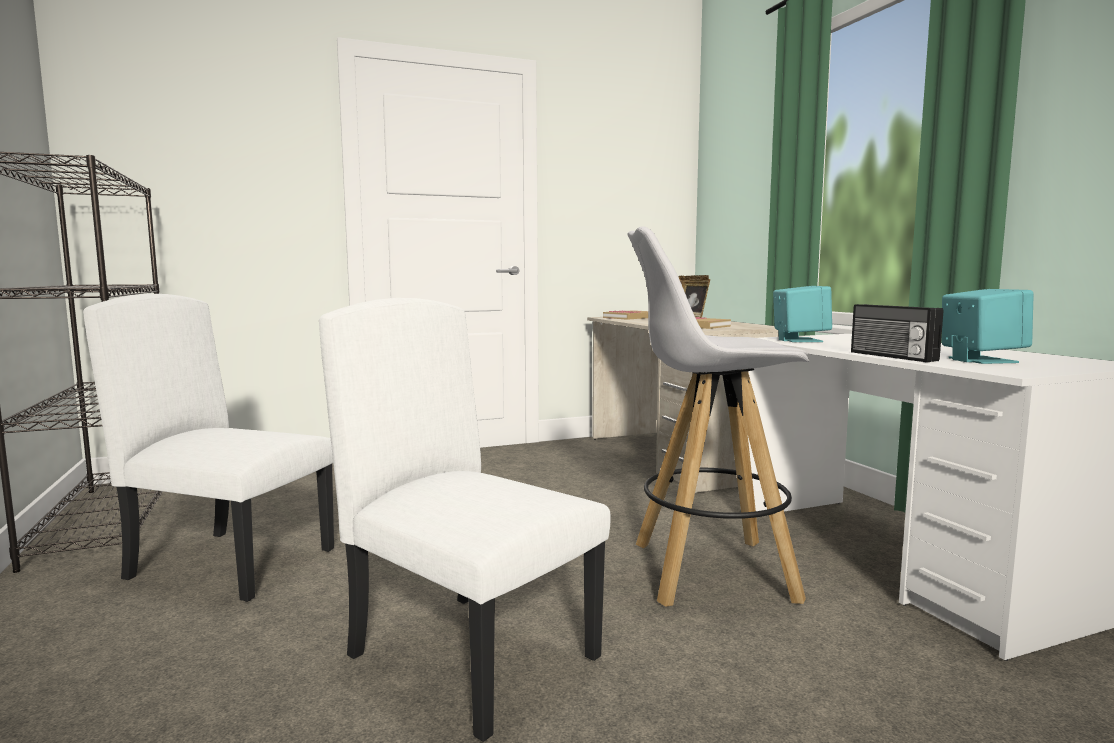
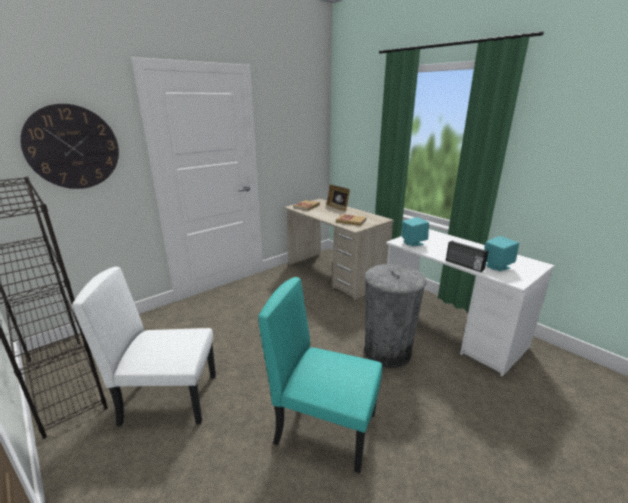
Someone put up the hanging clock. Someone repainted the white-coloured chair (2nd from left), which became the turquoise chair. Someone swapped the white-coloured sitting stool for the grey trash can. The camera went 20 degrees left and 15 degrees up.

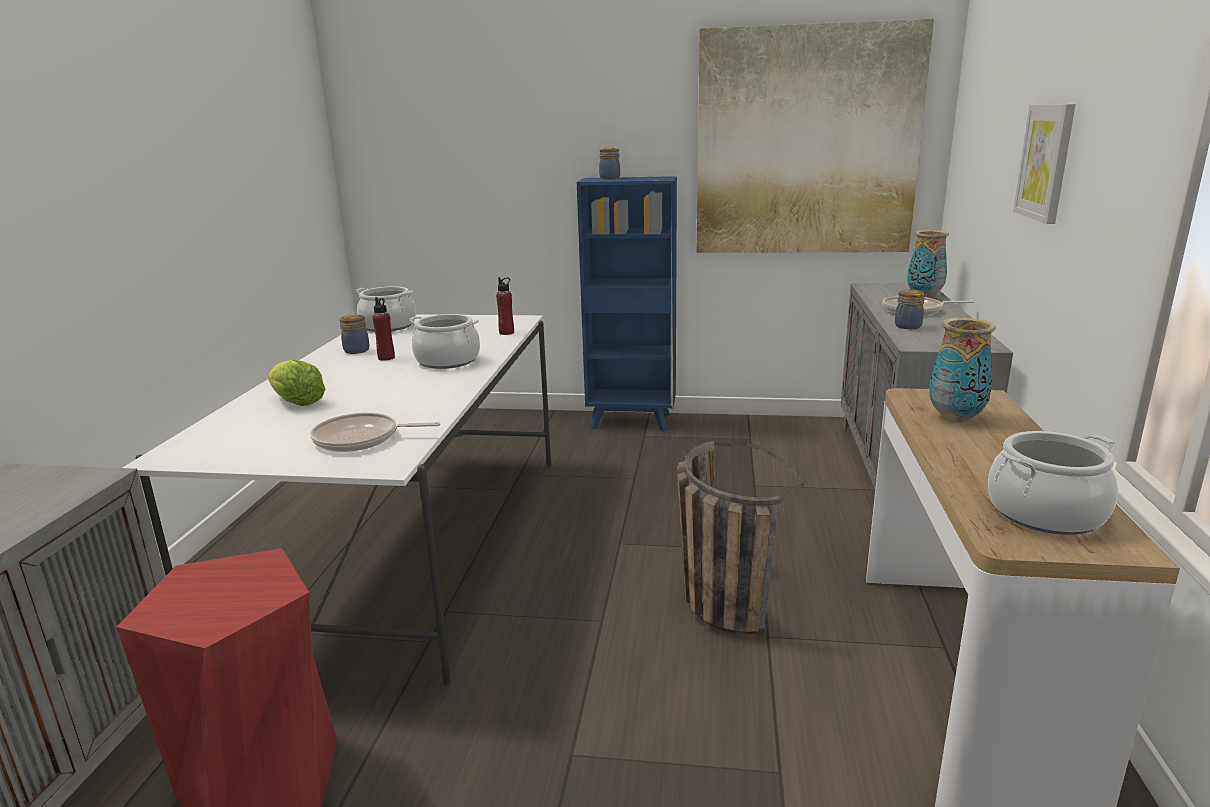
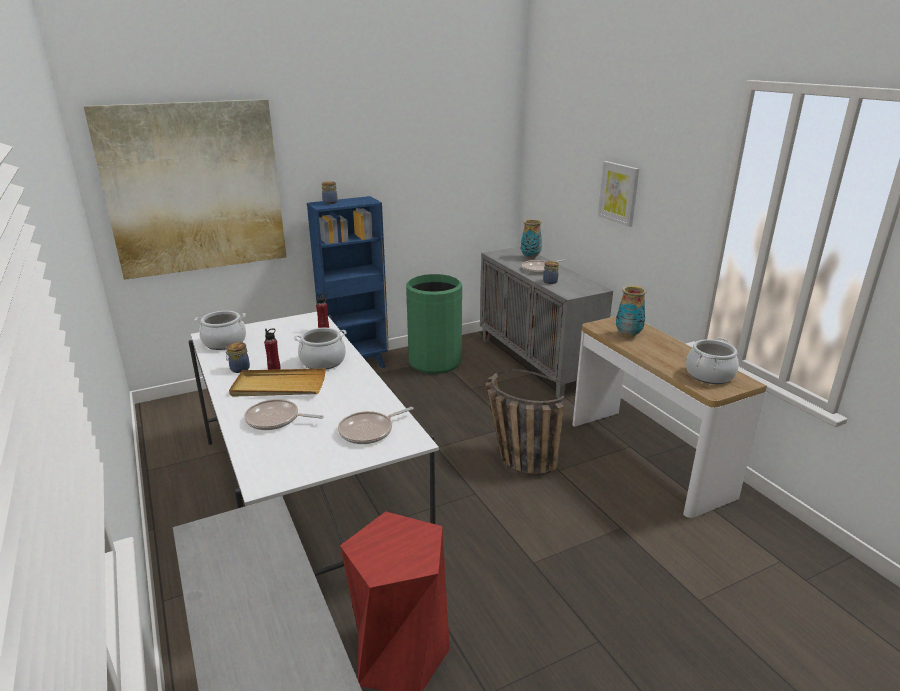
Someone carried the picture (1st from left). Someone put down the sand-coloured carrying tray. Someone swapped the lettuce for the pan (1st from left). Someone put down the green trash can. The camera went 35 degrees left and 5 degrees up.

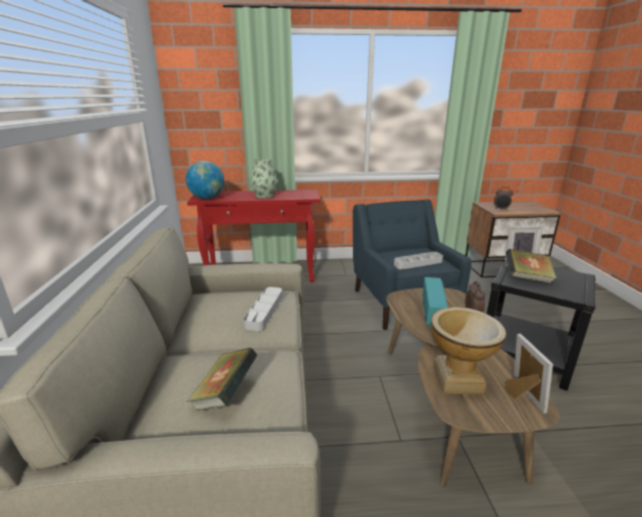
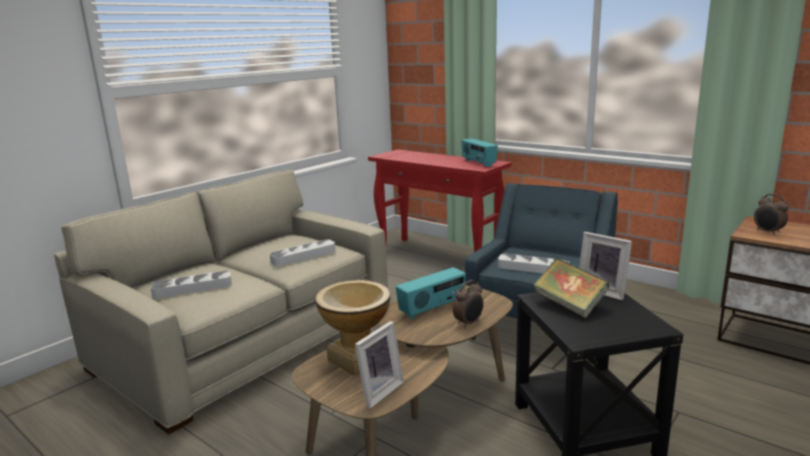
Someone swapped the book (1st from left) for the grey carrying tray (1st from left). Someone put down the radio set (2nd from left). Someone took away the world globe. Someone took away the decorative vase (1st from left). The camera went 45 degrees right and 5 degrees down.

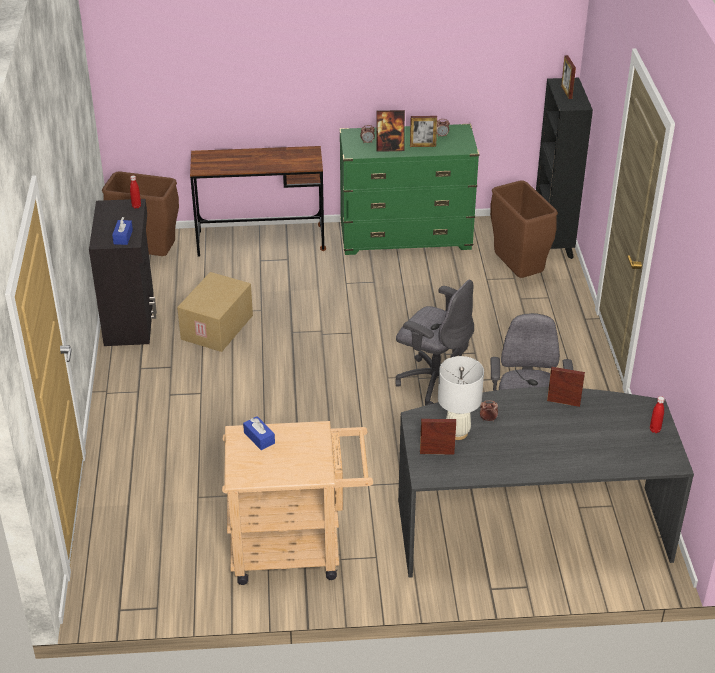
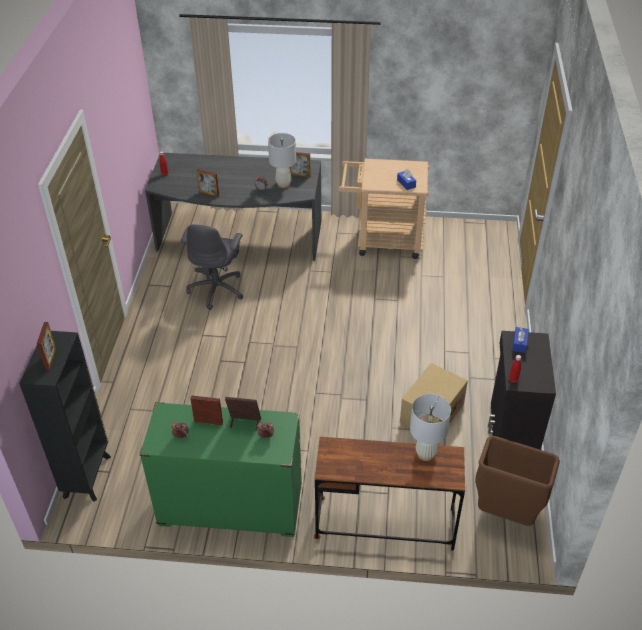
Someone put down the white-coloured table lamp (2nd from left). Someone took away the grey desk chair (1st from left). Someone took away the brownish trash can (2nd from left). The camera went 170 degrees left and 5 degrees up.

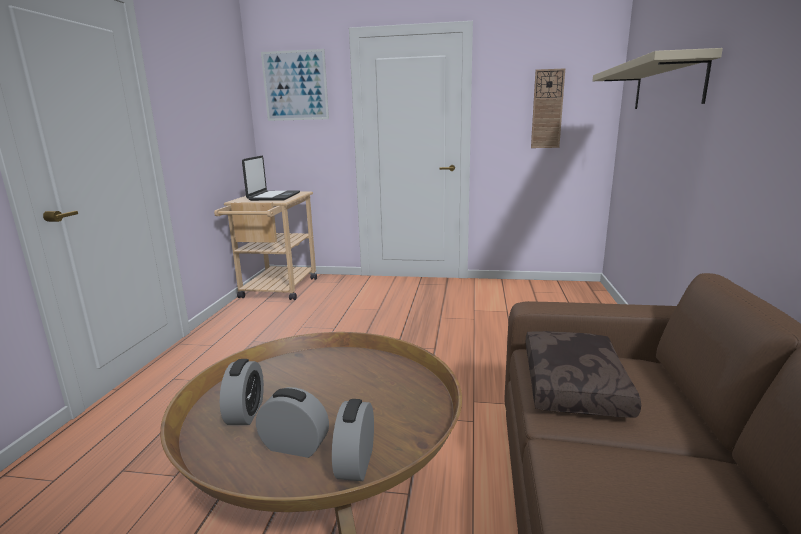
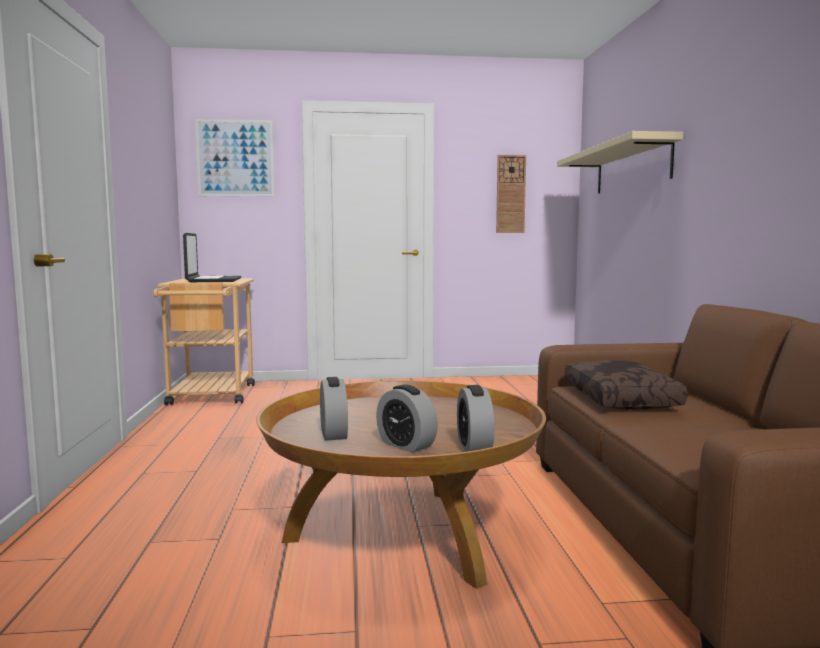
Someone rotated the table clock (2nd from left) by 135 degrees counterclockwise. The camera went 15 degrees left and 10 degrees down.

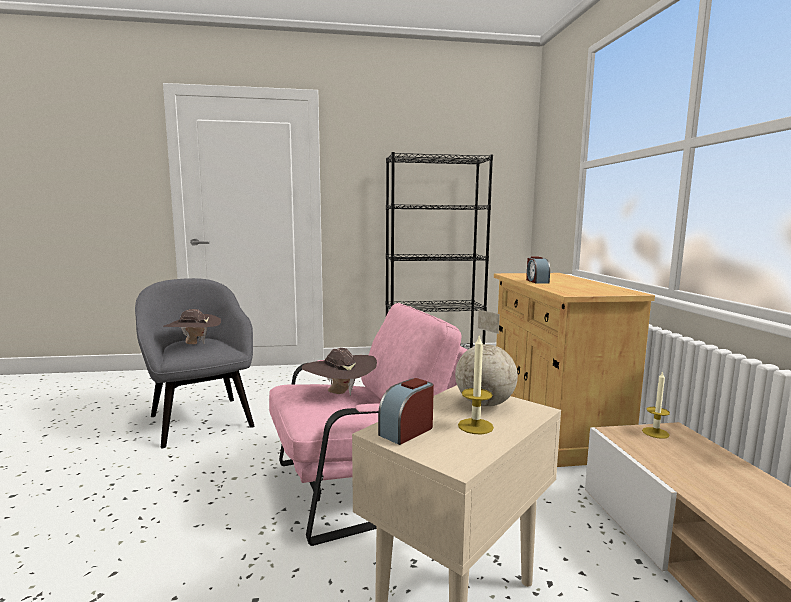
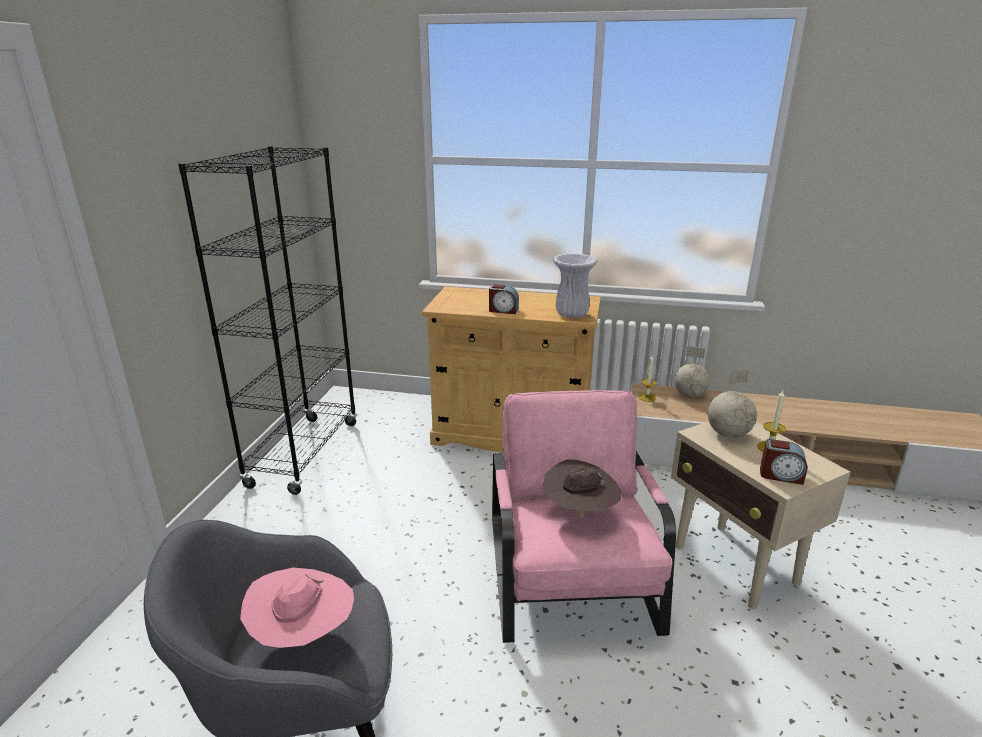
Someone repainted the brownish clothing hat (1st from left), which became the pinkish clothing hat. Someone put down the white-coloured decorative vase. Someone put down the world globe (1st from left). Someone rotated the table clock (1st from left in the first image) by 45 degrees counterclockwise. The camera went 70 degrees left and 15 degrees up.

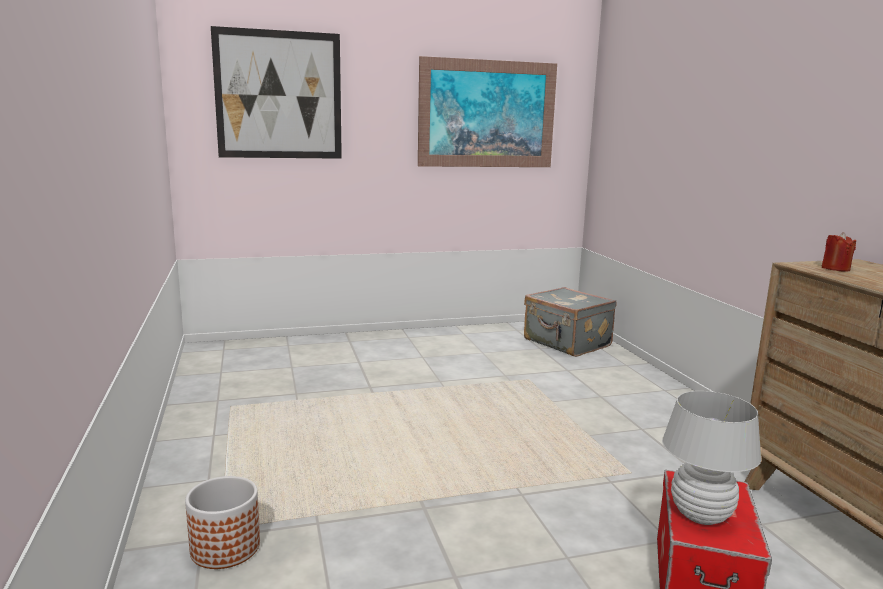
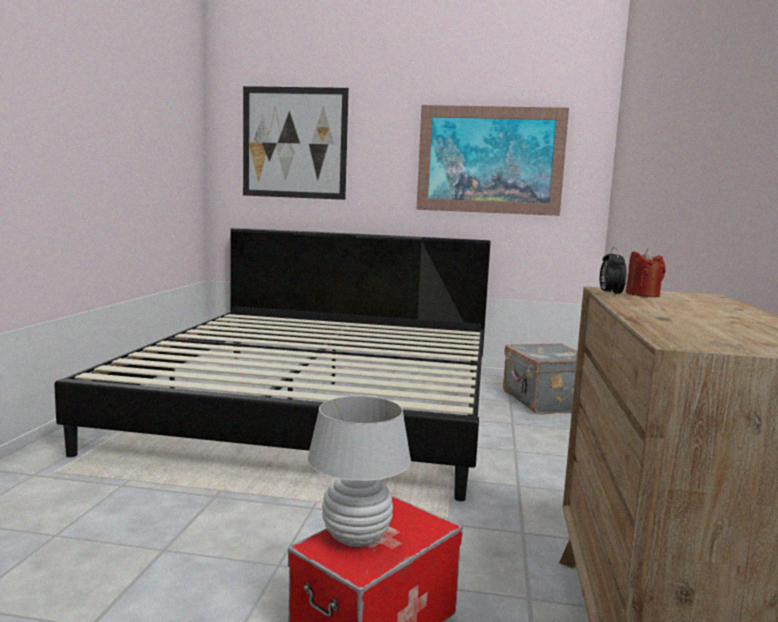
Someone put down the sleeping bed. Someone put down the table clock. Someone took away the flower pot. The camera went 25 degrees right and 5 degrees down.

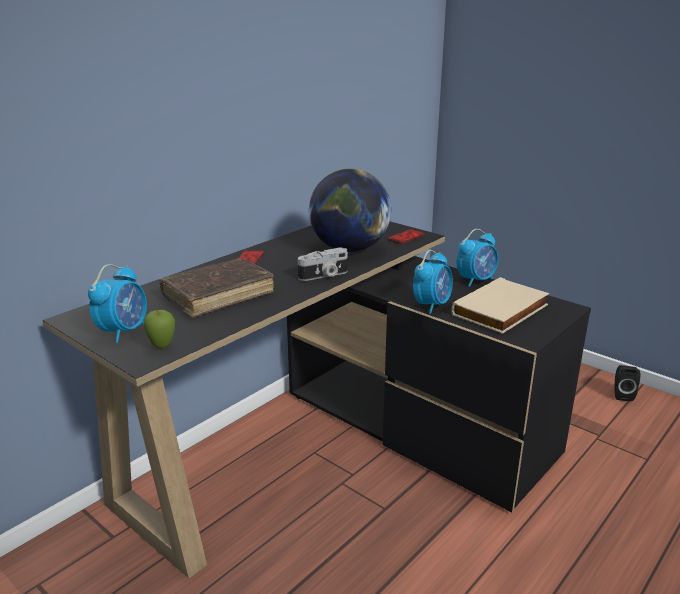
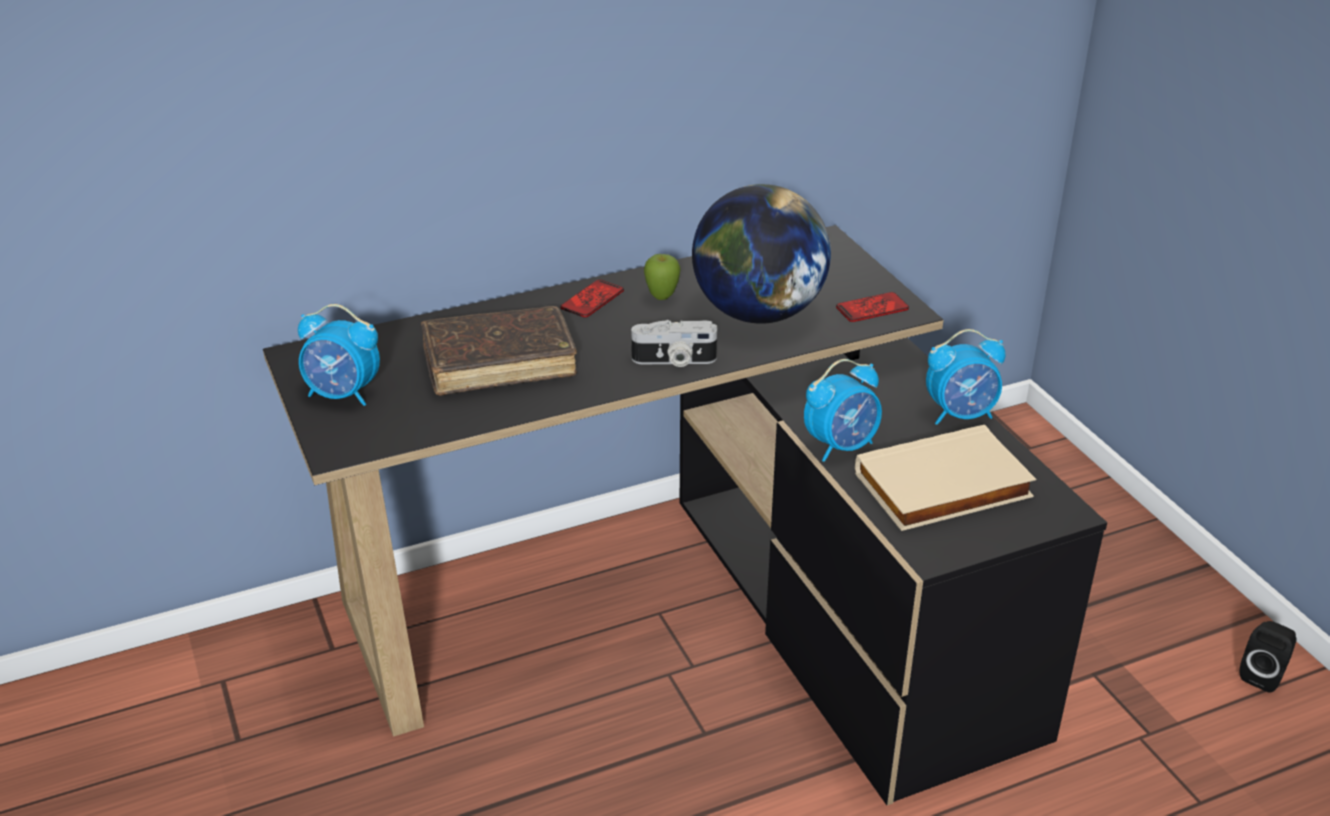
Someone rotated the table clock (1st from left) by 60 degrees clockwise. Someone carried the apple. The camera went 25 degrees right and 10 degrees up.

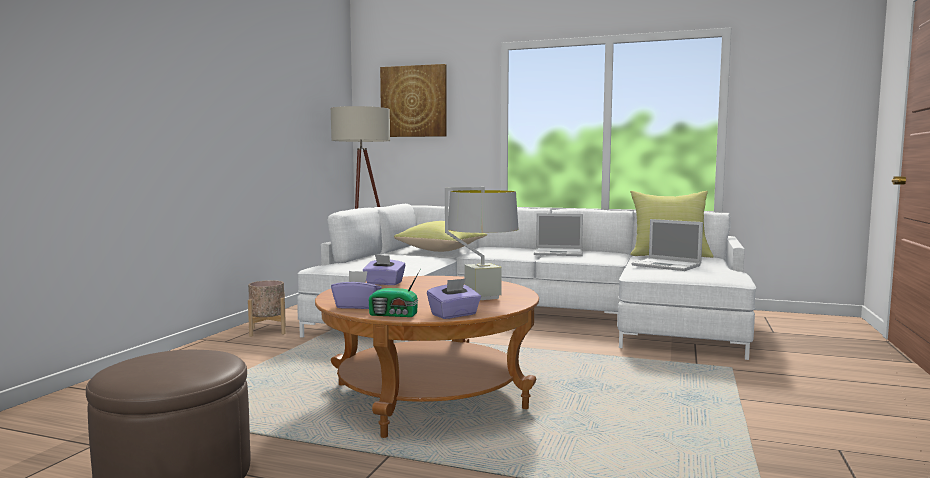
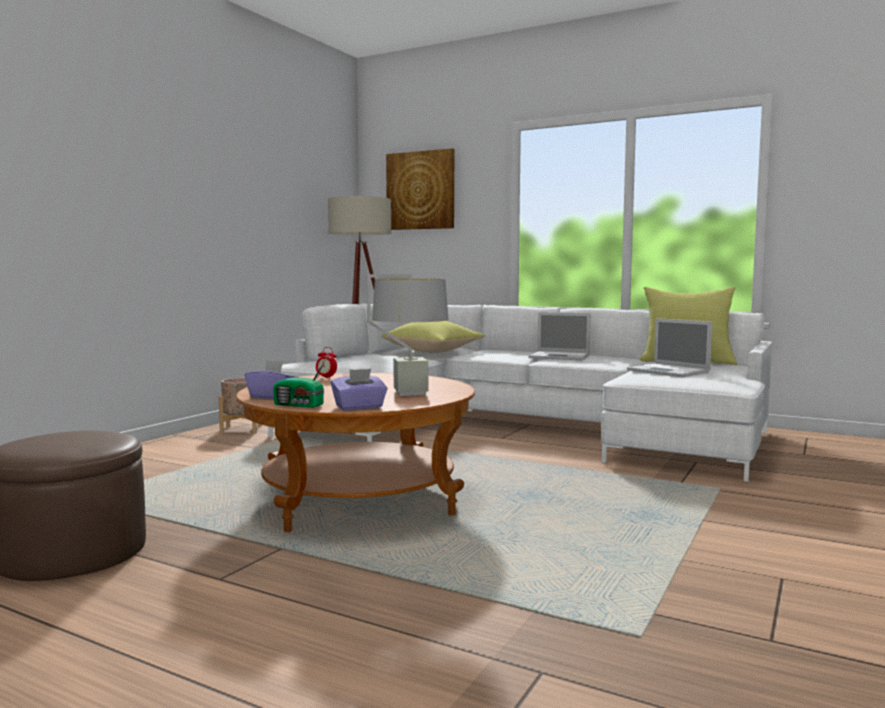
Someone swapped the purple-coloured tissue holder (2nd from left) for the table clock. The camera went 10 degrees right and 0 degrees up.

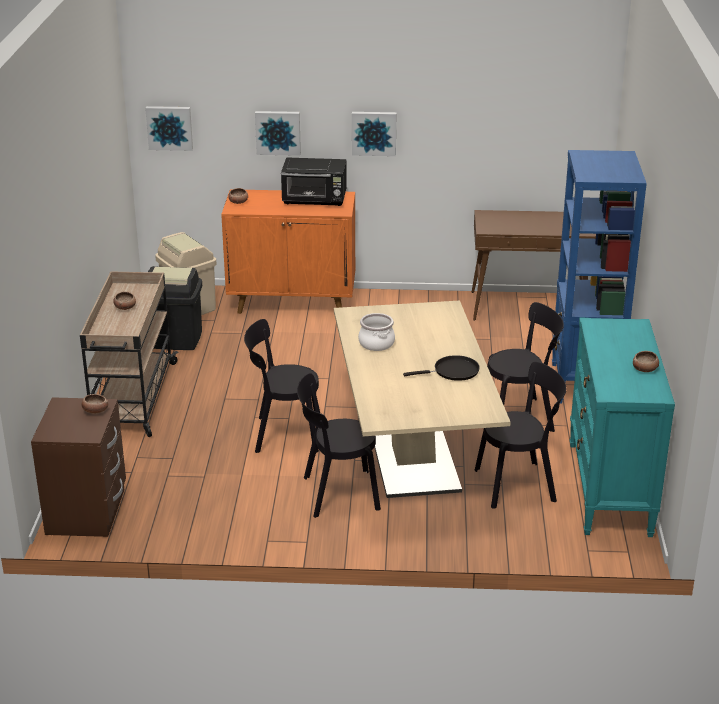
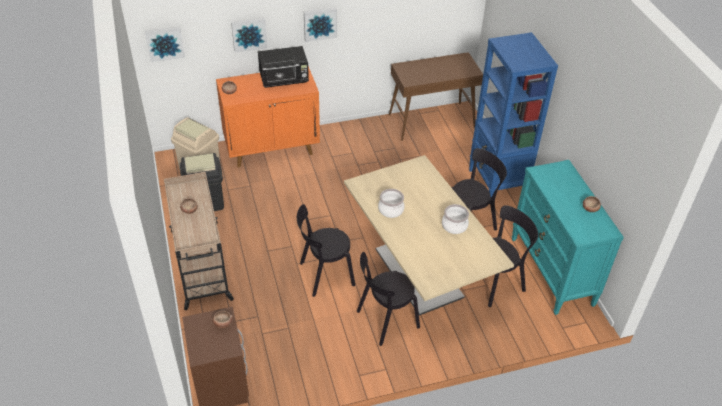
Someone swapped the blackish pan for the cooking pot (2nd from left). The camera went 20 degrees left and 15 degrees up.

